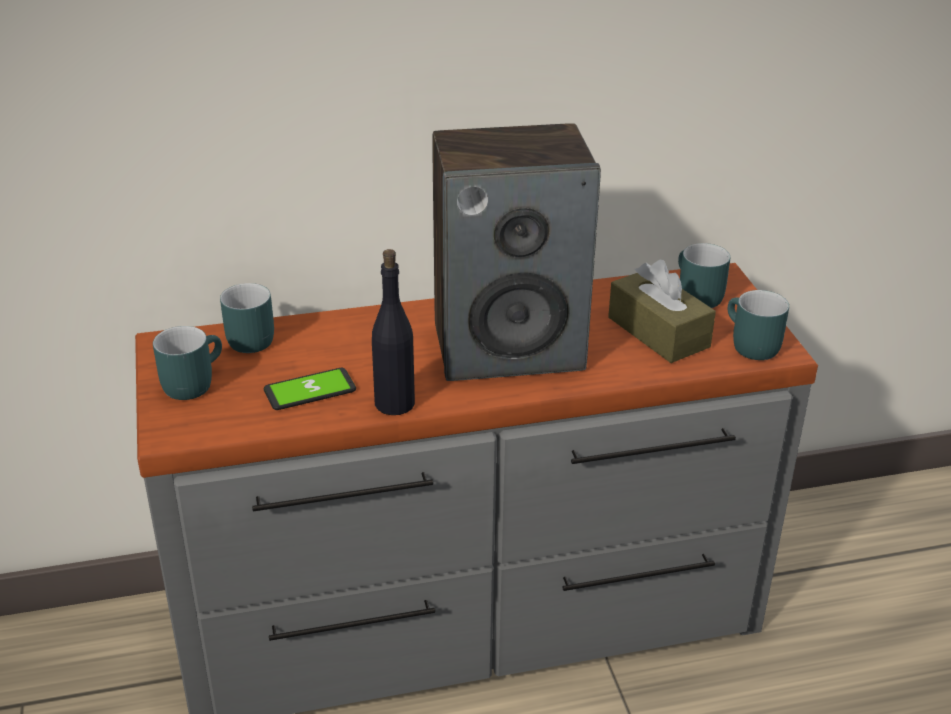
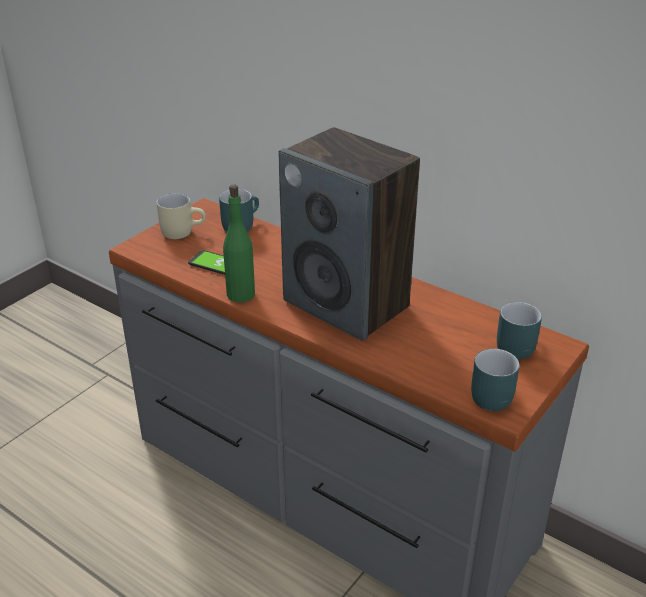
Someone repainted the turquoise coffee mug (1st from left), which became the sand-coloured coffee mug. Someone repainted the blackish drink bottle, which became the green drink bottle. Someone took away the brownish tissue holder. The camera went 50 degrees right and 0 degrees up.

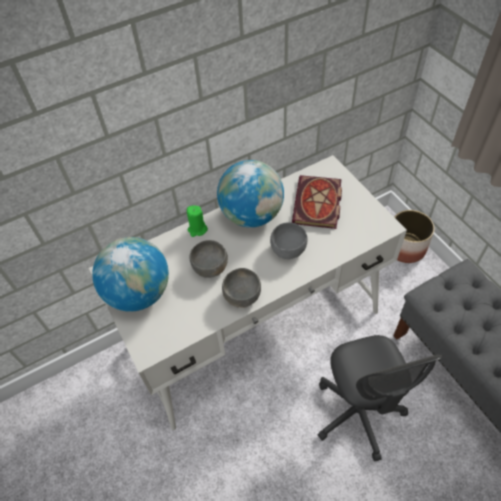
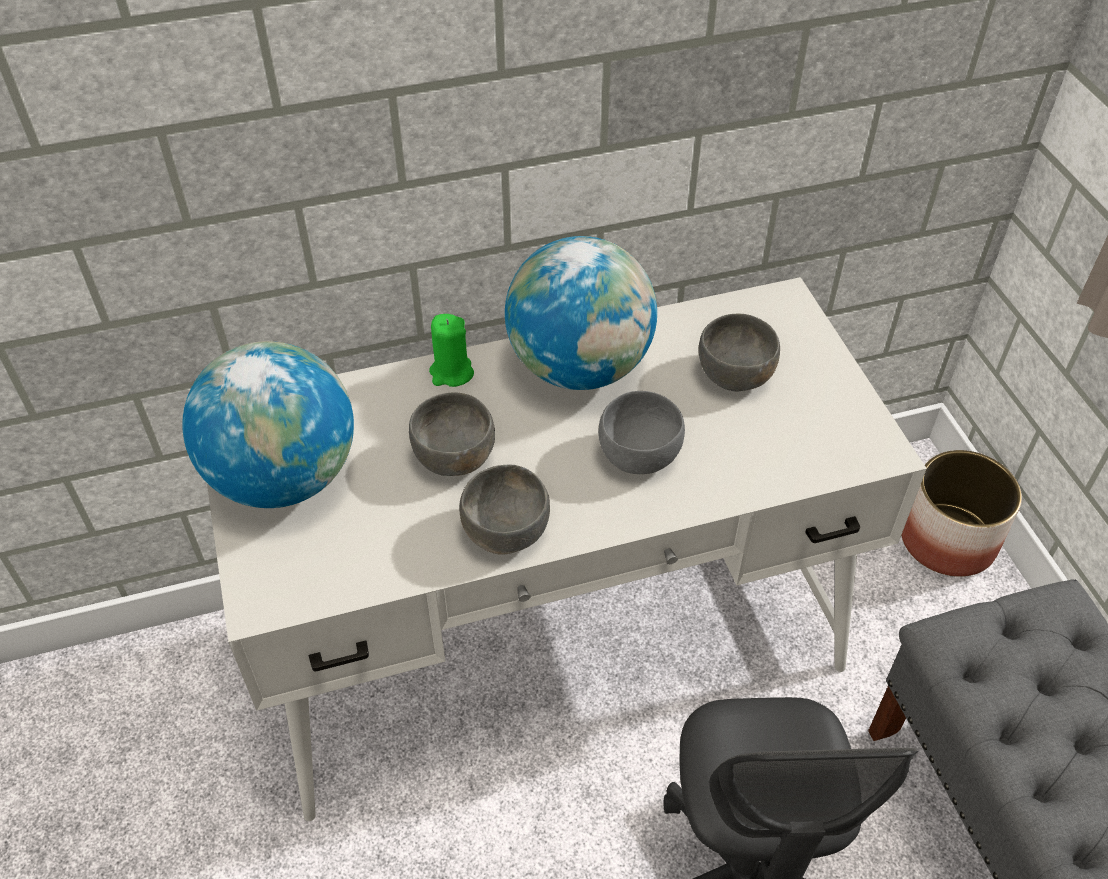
Someone swapped the book for the grey serving bowl (4th from left). The camera went 10 degrees right and 5 degrees down.

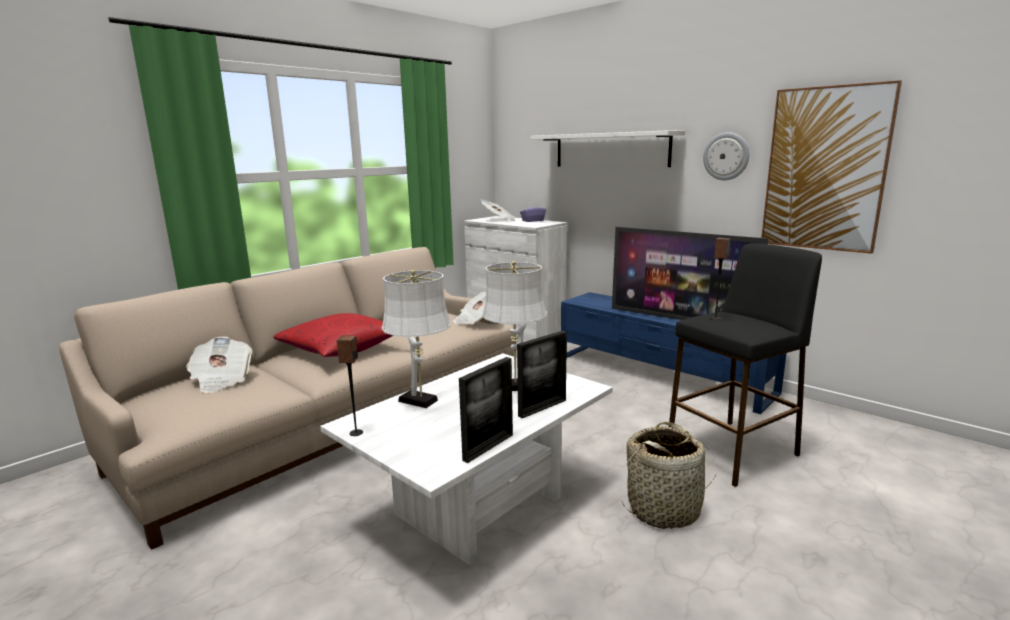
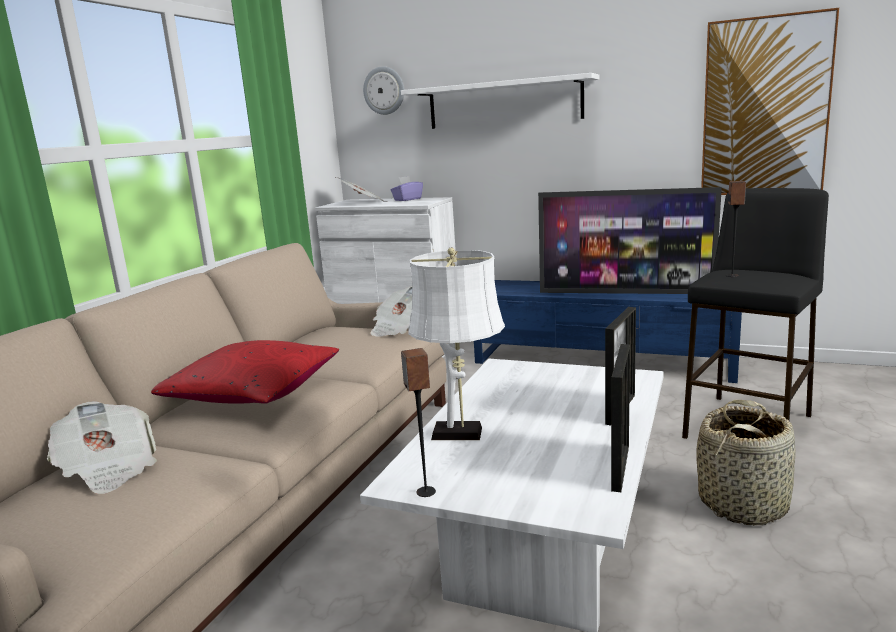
Someone carried the hanging clock. Someone took away the white-coloured table lamp (2nd from left). The camera went 20 degrees left and 0 degrees up.

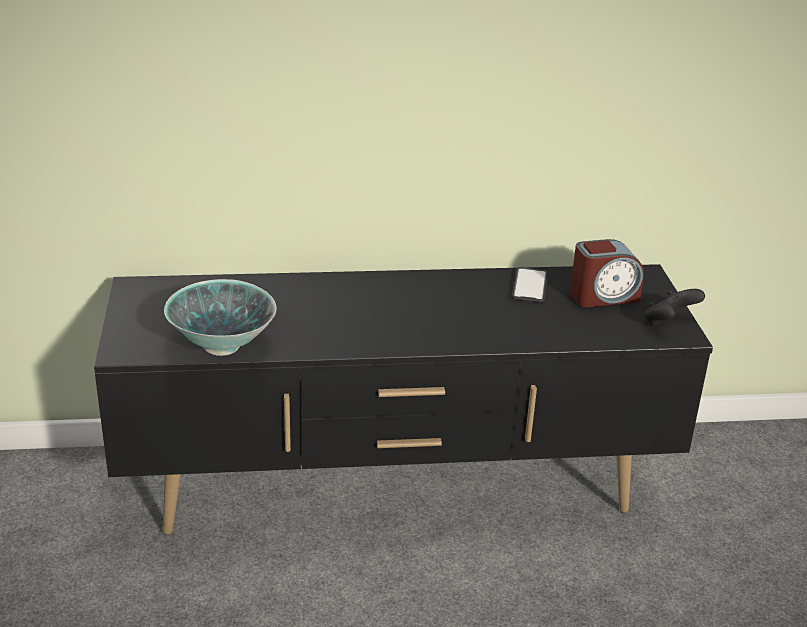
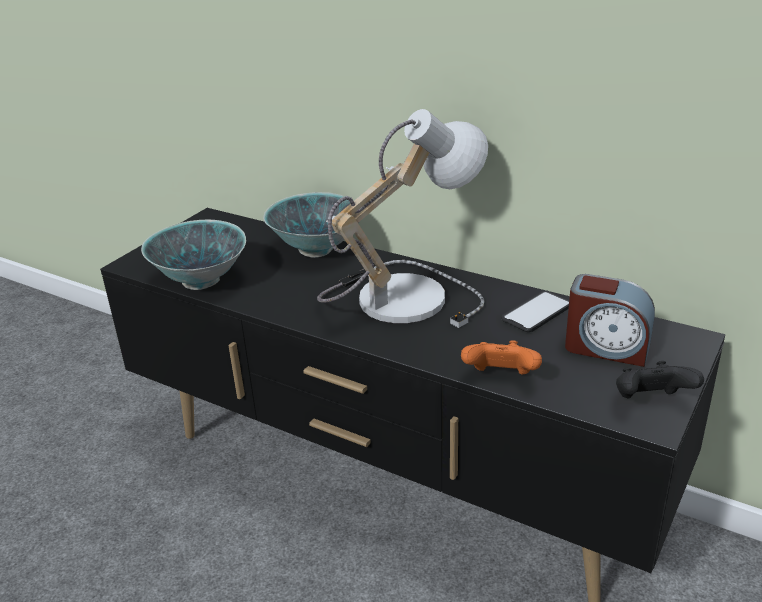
Someone put down the serving bowl (2nd from left). Someone put down the table lamp. Someone put down the orange-coloured gamepad. The camera went 40 degrees right and 0 degrees up.

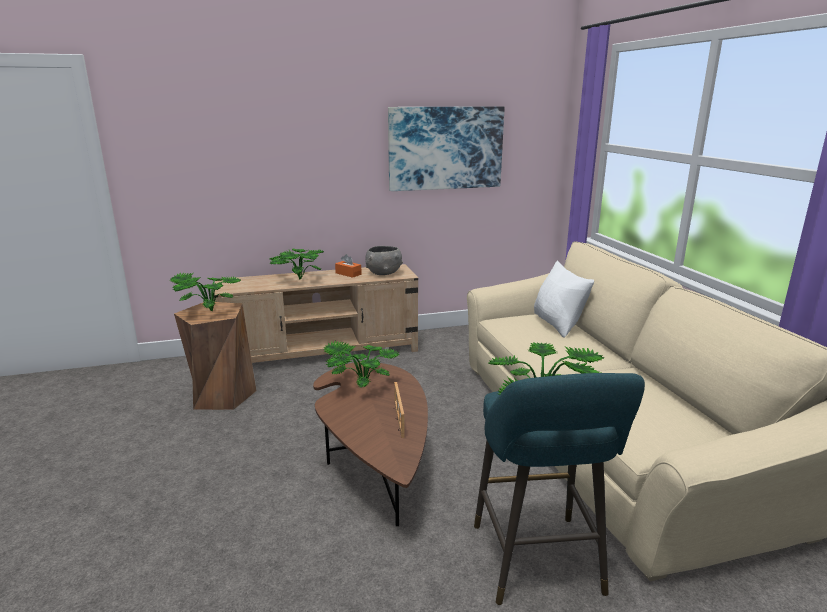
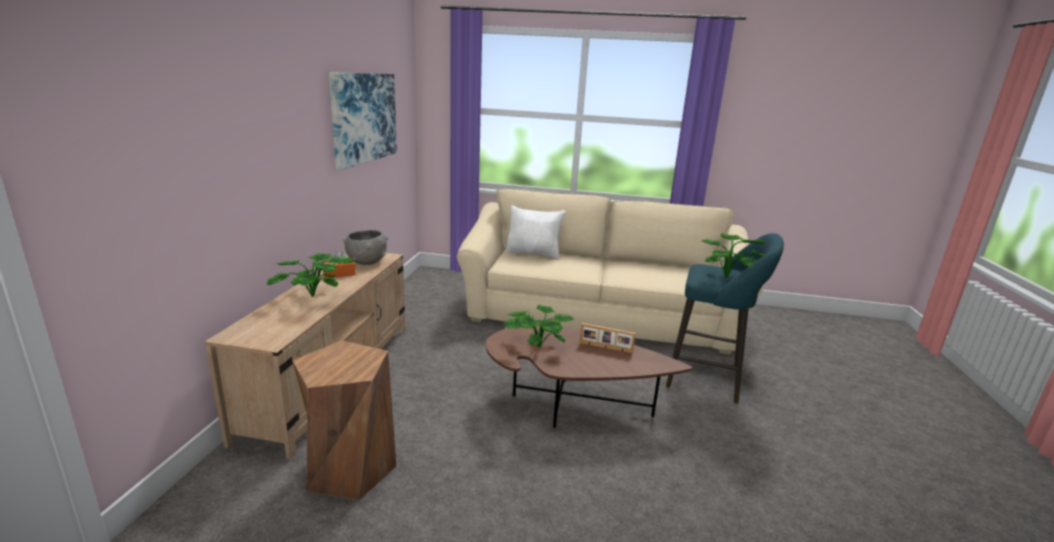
Someone took away the plant in a pot (1st from left). The camera went 65 degrees left and 0 degrees up.

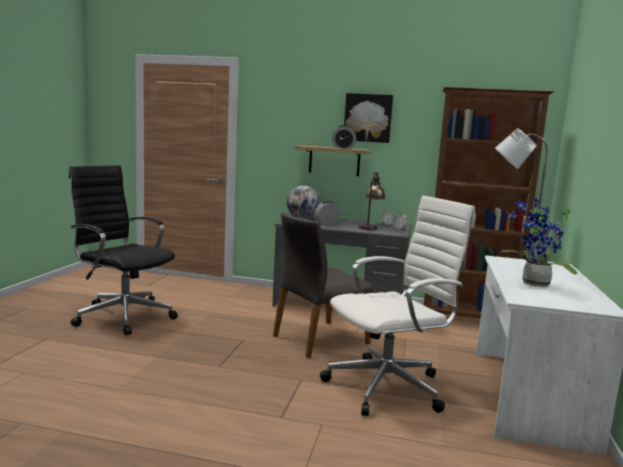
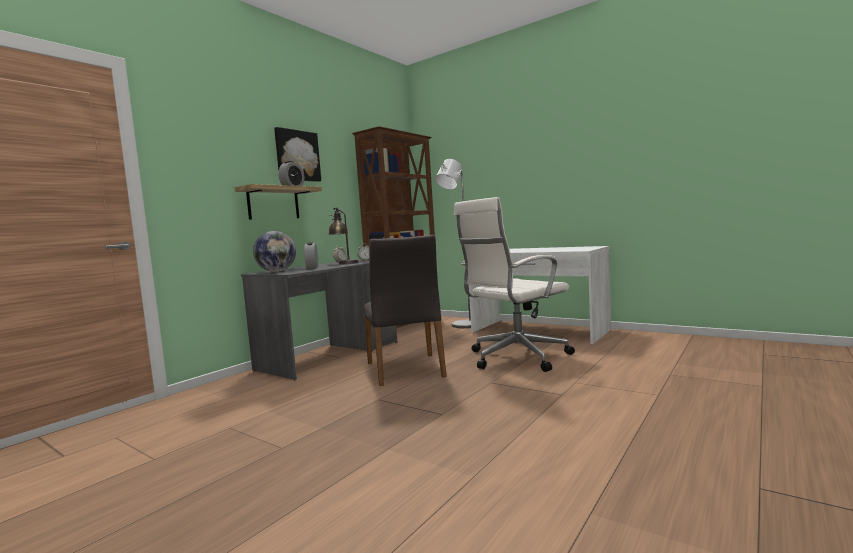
Someone rotated the white-coloured desk chair by 120 degrees counterclockwise. Someone took away the blackish desk chair. Someone took away the plant in a pot. The camera went 65 degrees left and 5 degrees down.

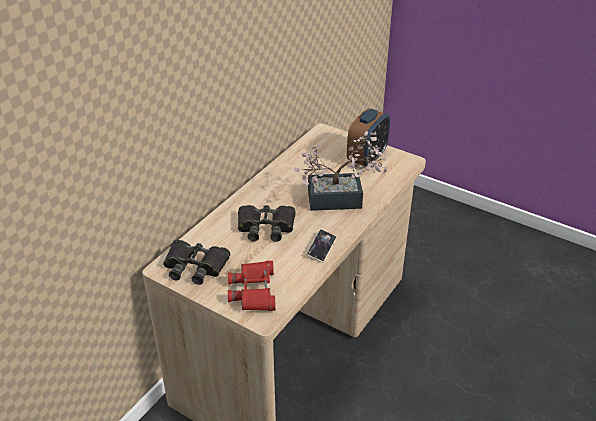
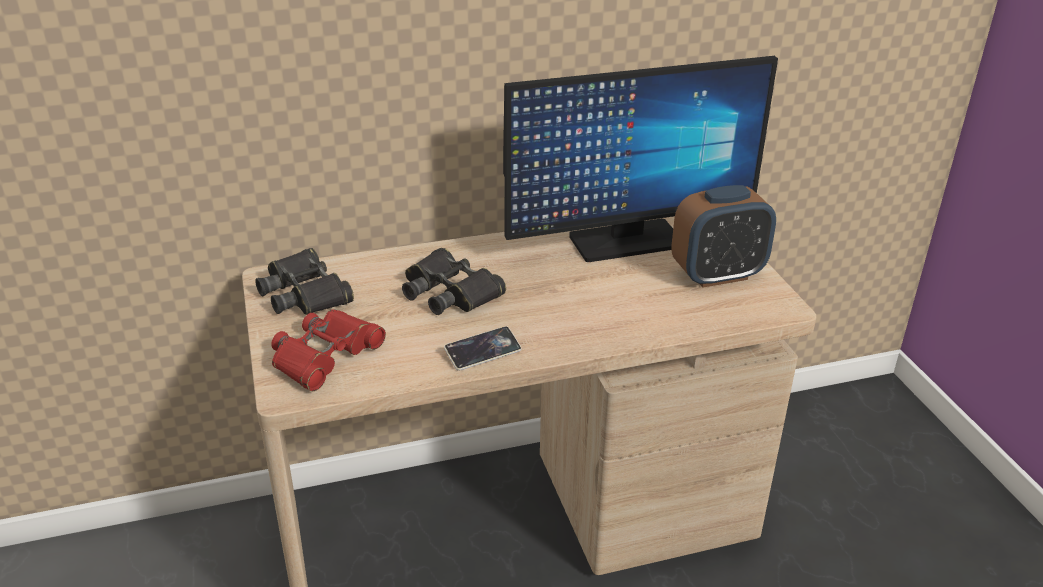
Someone put down the computer display. Someone took away the plant in a pot. The camera went 40 degrees right and 5 degrees down.

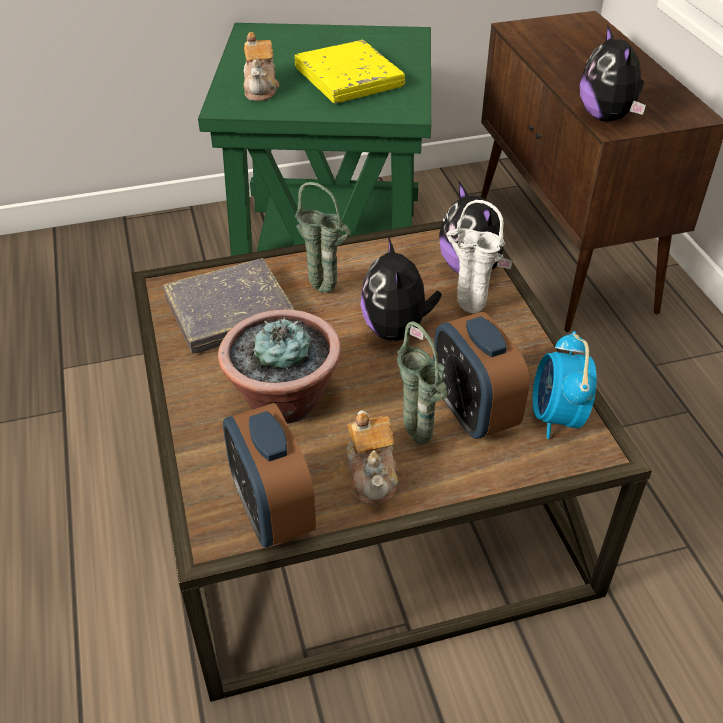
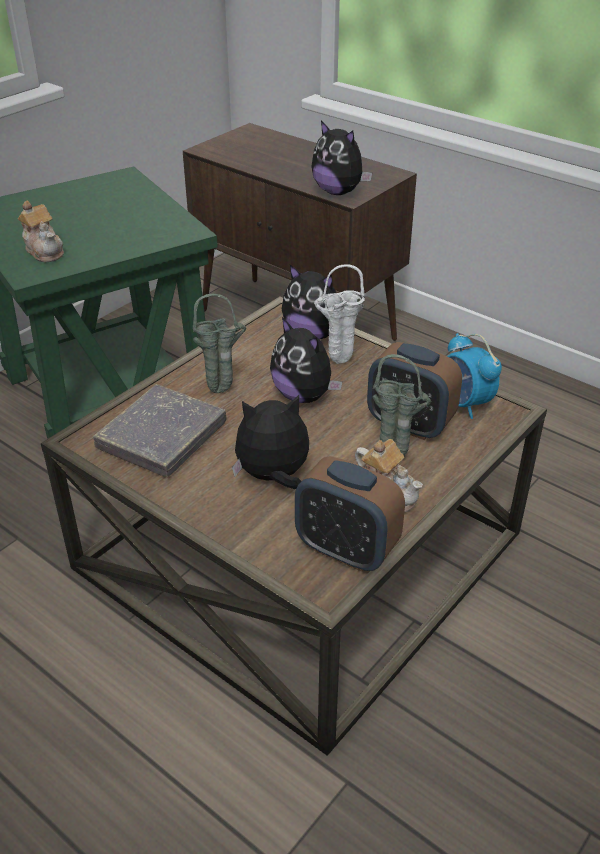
Someone swapped the plant in a pot for the cuddly toy (1st from left). Someone took away the yellow book. The camera went 35 degrees left and 5 degrees down.

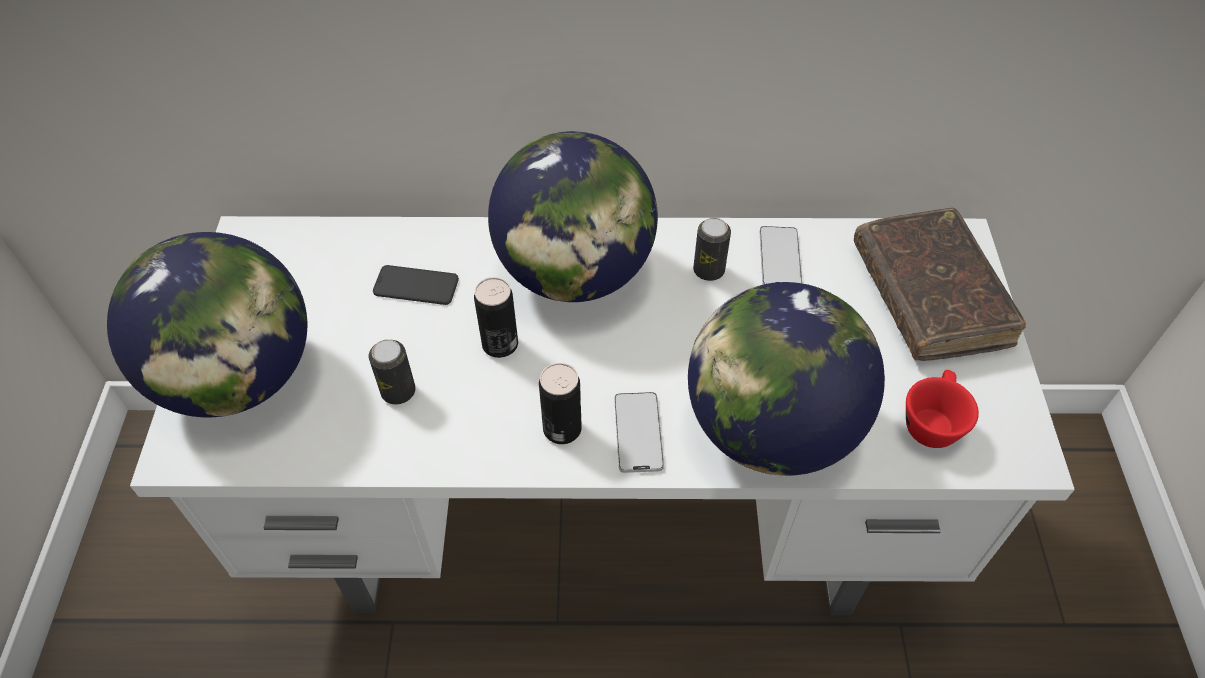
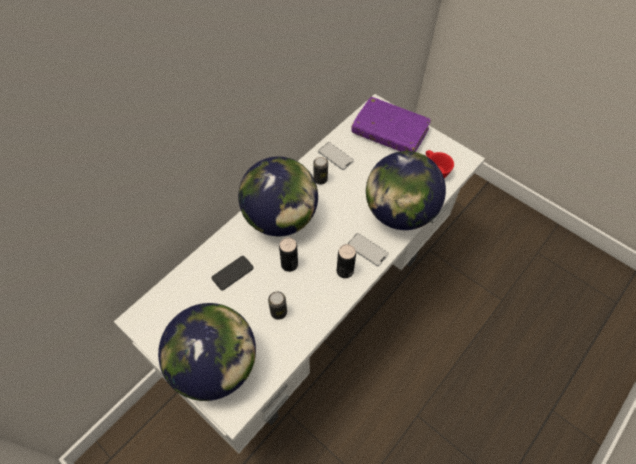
Someone repainted the brownish book, which became the purple-coloured book. The camera went 50 degrees left and 5 degrees up.

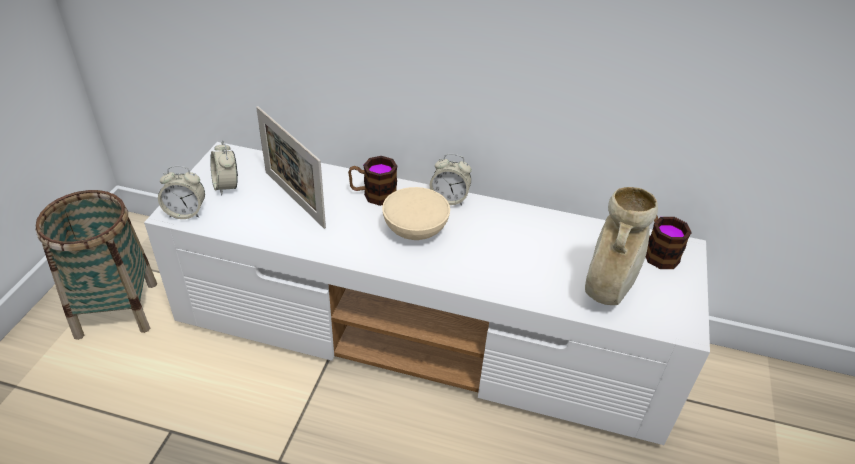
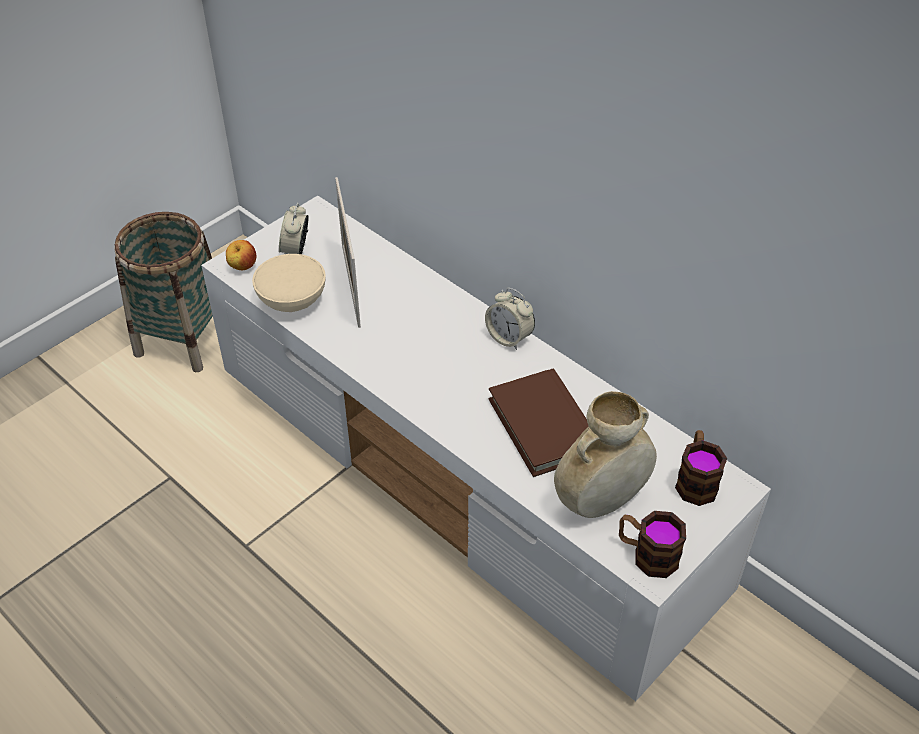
Someone swapped the table clock (1st from left) for the apple. Someone carried the sand-coloured serving bowl. Someone put down the brownish book. Someone carried the coffee mug (1st from left). The camera went 30 degrees right and 5 degrees up.

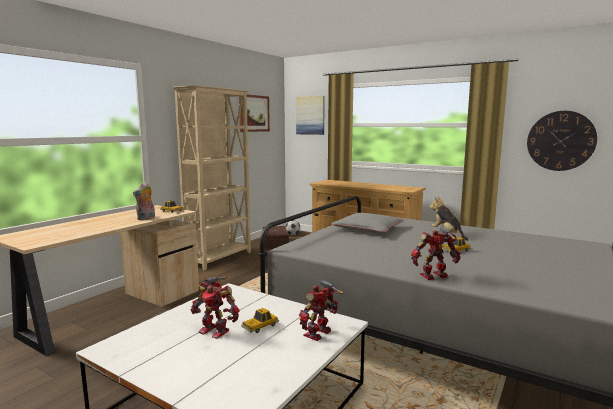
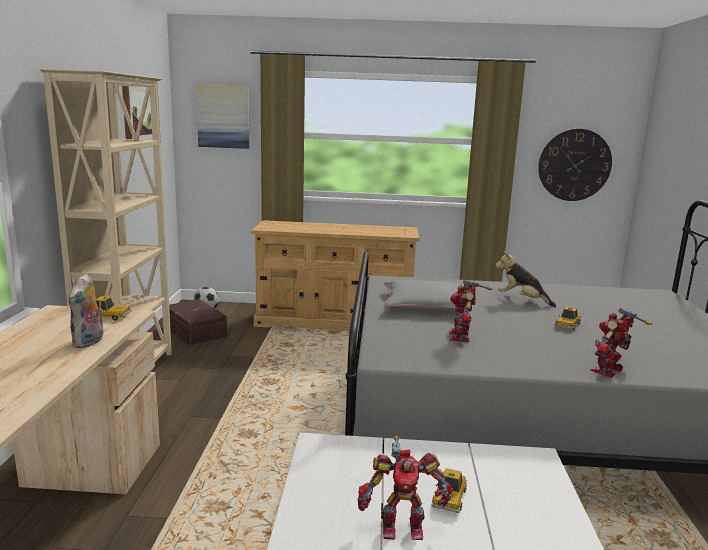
Someone carried the robot figure (2nd from left). The camera went 30 degrees left and 5 degrees up.

